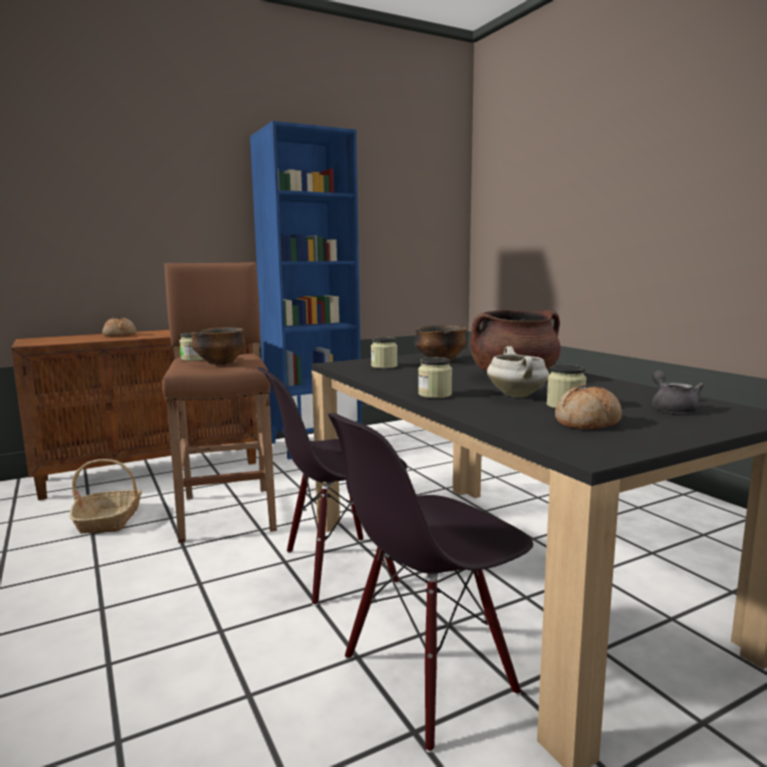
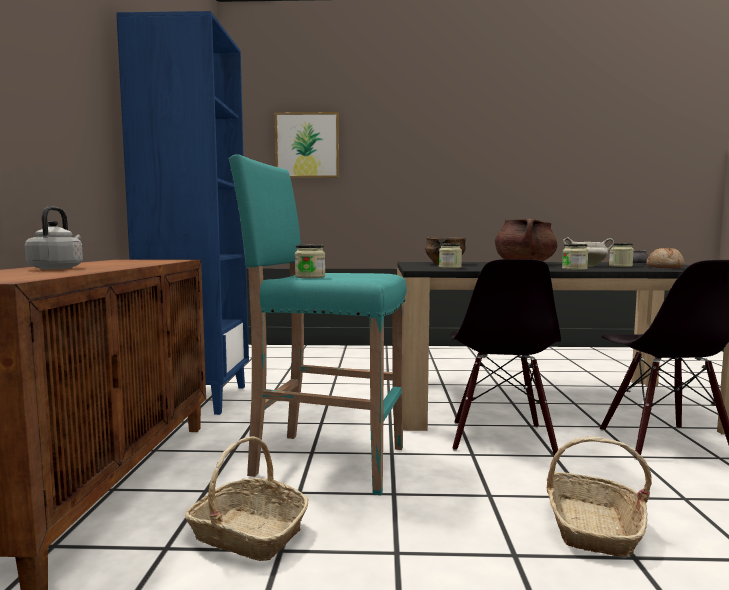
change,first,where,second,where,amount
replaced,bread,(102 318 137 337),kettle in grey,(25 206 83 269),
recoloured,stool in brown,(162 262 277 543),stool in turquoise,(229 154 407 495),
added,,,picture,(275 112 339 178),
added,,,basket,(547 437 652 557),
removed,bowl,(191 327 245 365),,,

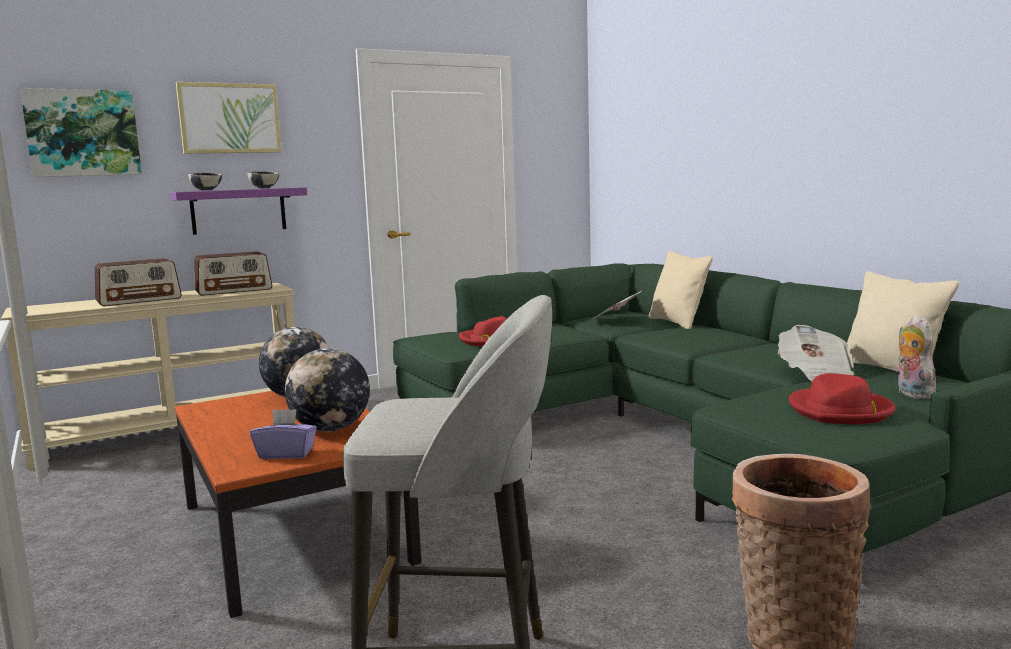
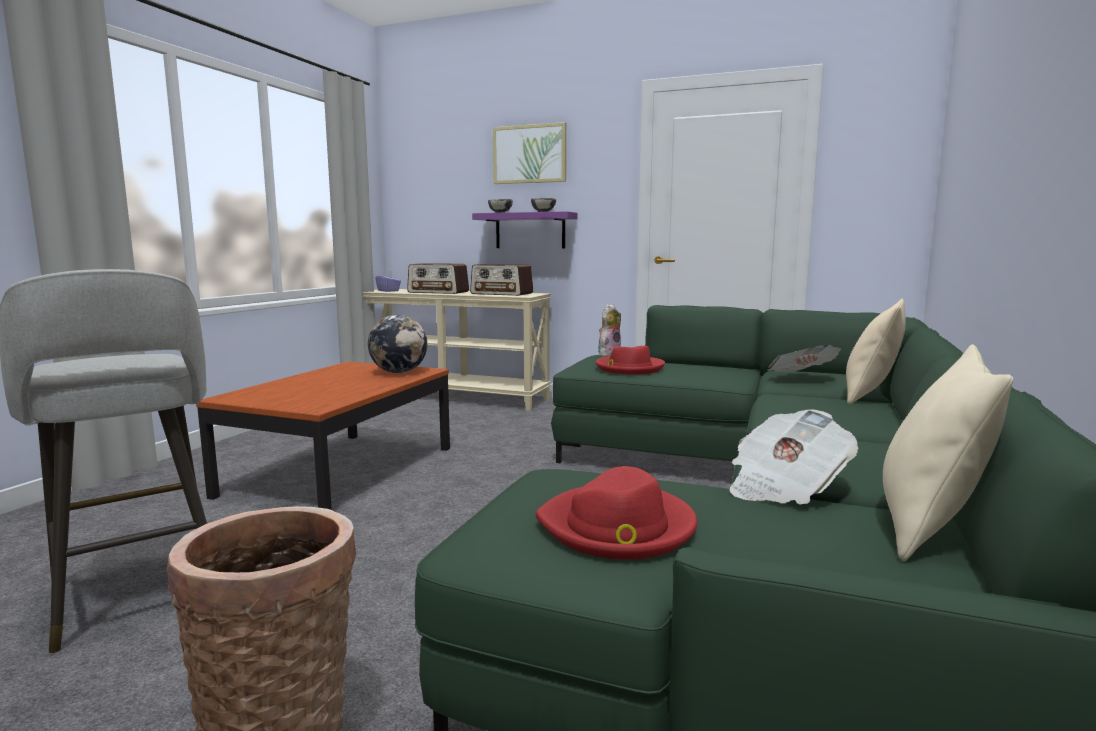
change,first,where,second,where,amount
moved,tissue box in purple,(250 409 317 459),,(375 270 401 292),
moved,plush toy,(898 316 936 400),,(598 304 621 356),
removed,picture,(20 88 142 177),,,
removed,globe,(285 348 370 432),,,

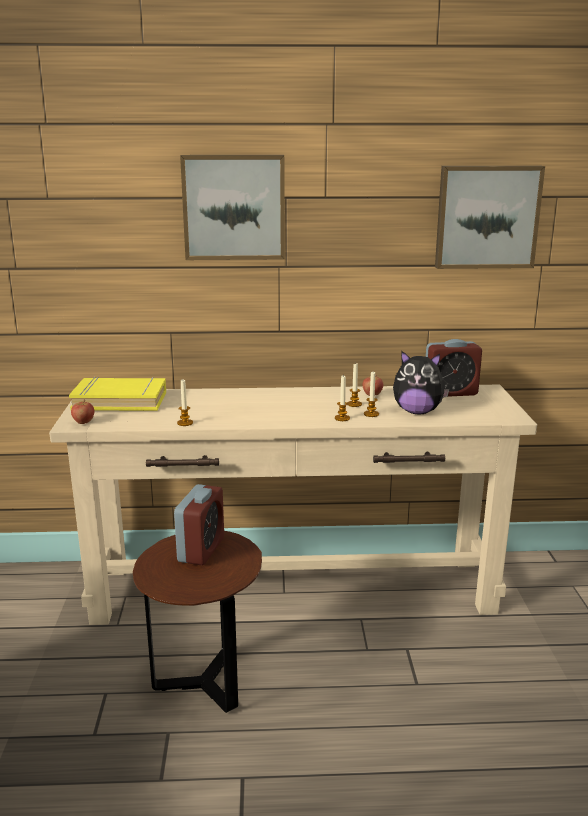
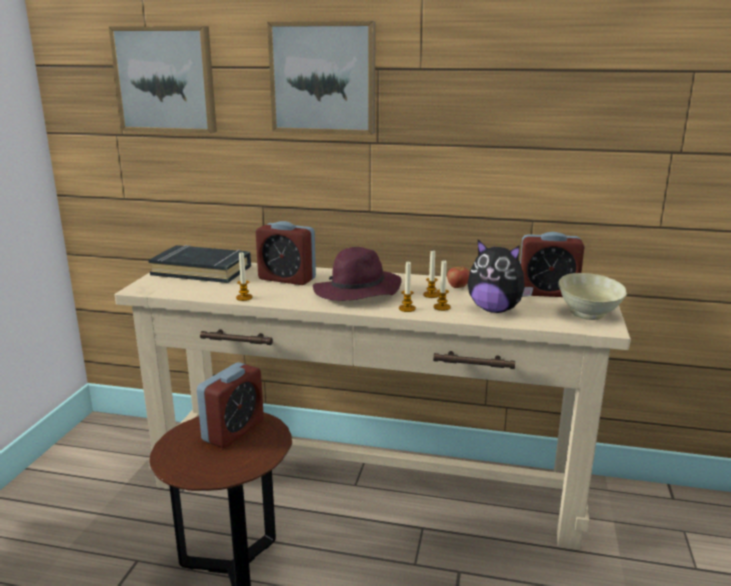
change,first,where,second,where,amount
moved,picture,(435 166 545 269),,(109 26 217 134),
recoloured,book in yellow,(69 377 166 411),book in black,(148 245 251 283),
added,,,alarm clock,(256 221 316 285),
added,,,hat in purple,(313 247 402 301),
added,,,bowl in beige,(559 273 627 320),
removed,apple,(71 400 94 424),,,

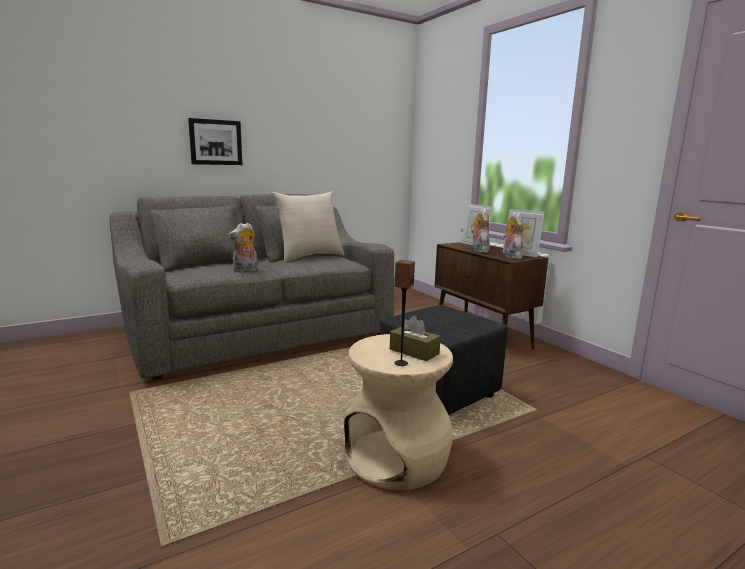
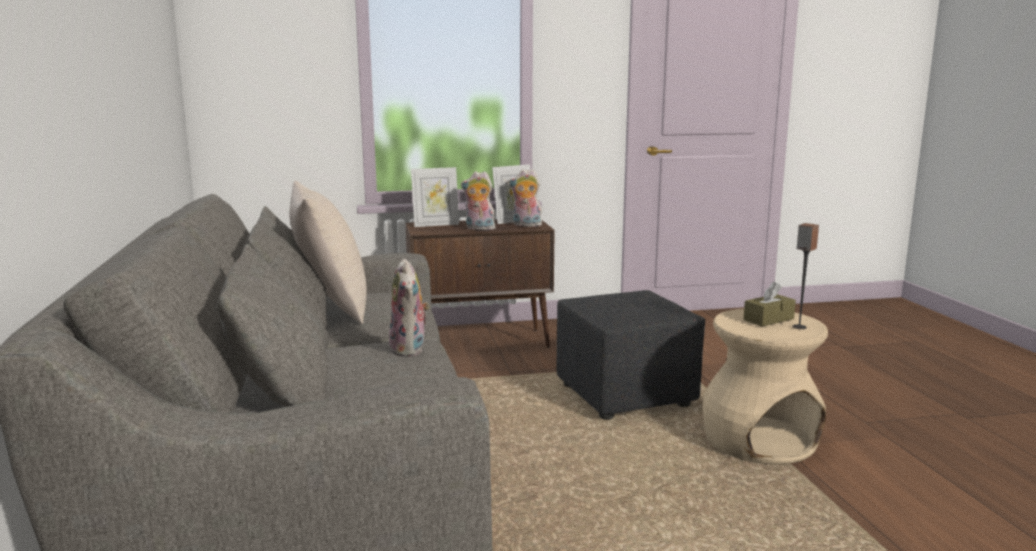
change,first,where,second,where,amount
removed,picture,(188 118 243 165),,,

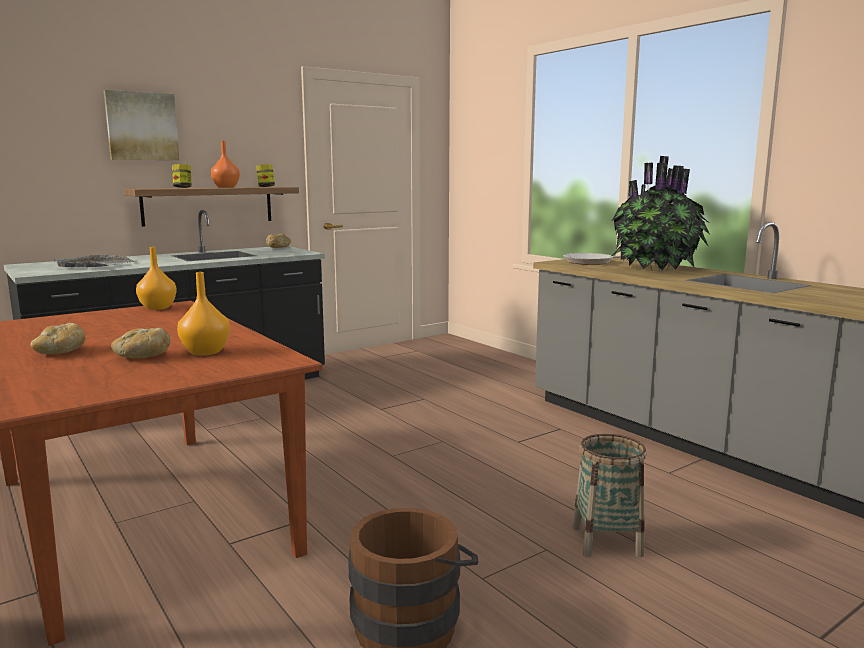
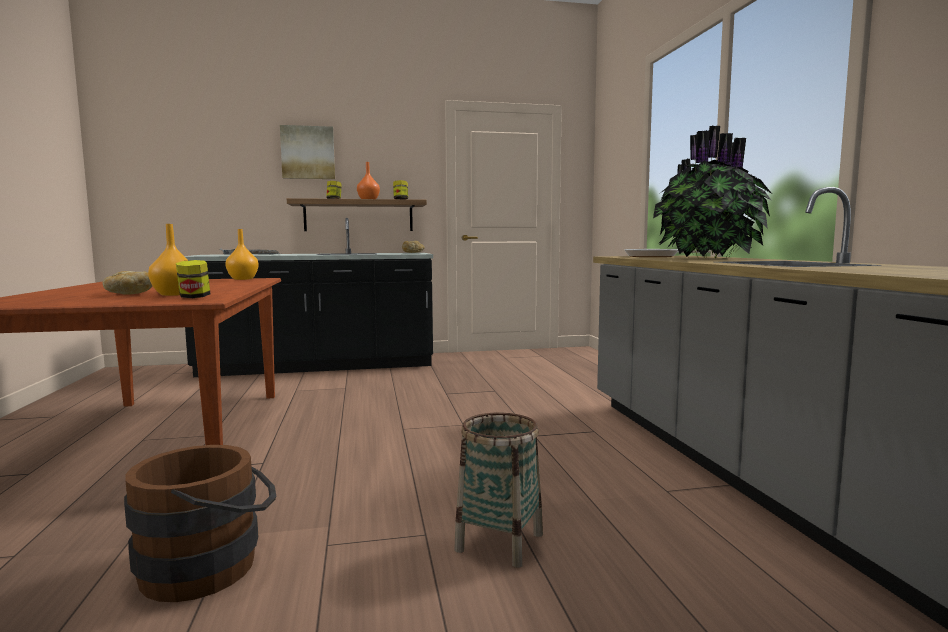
change,first,where,second,where,amount
added,,,jar,(176 260 210 298),
removed,bread,(30 323 86 354),,,

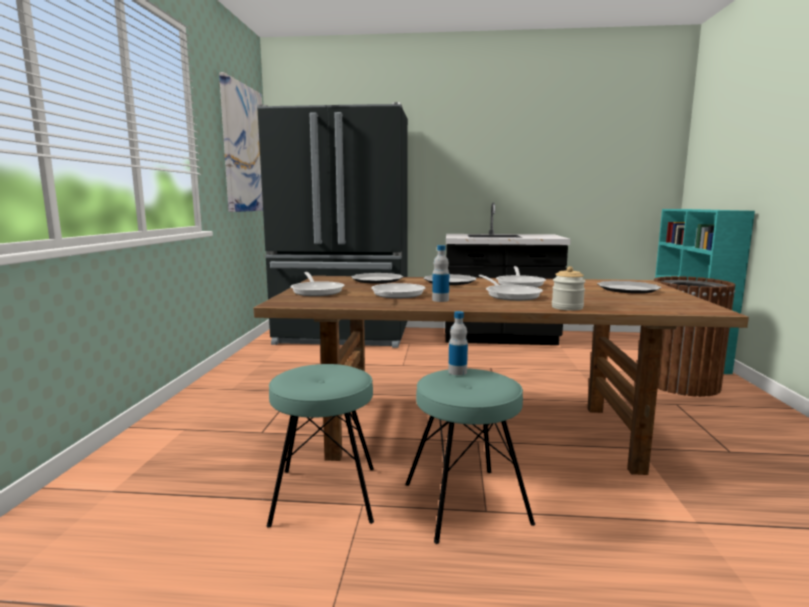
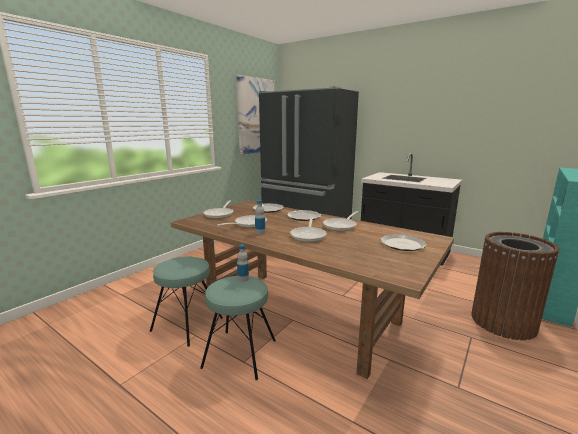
change,first,where,second,where,amount
removed,jar,(552 266 586 311),,,

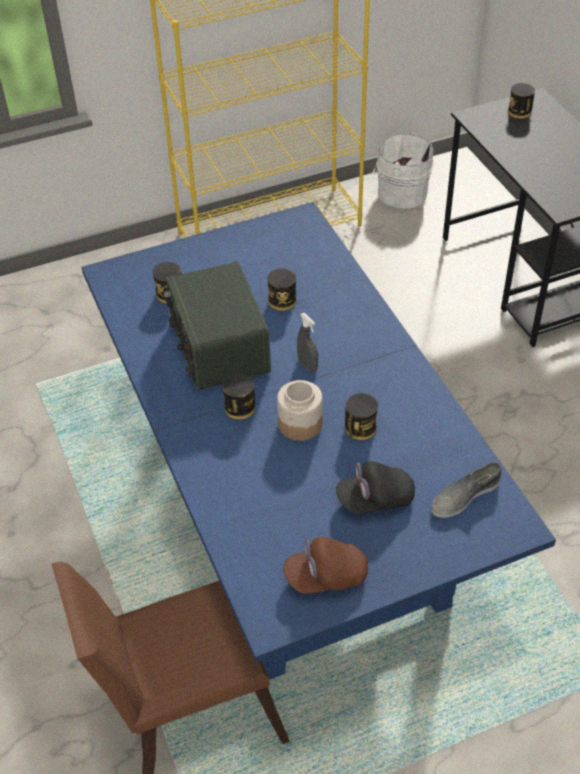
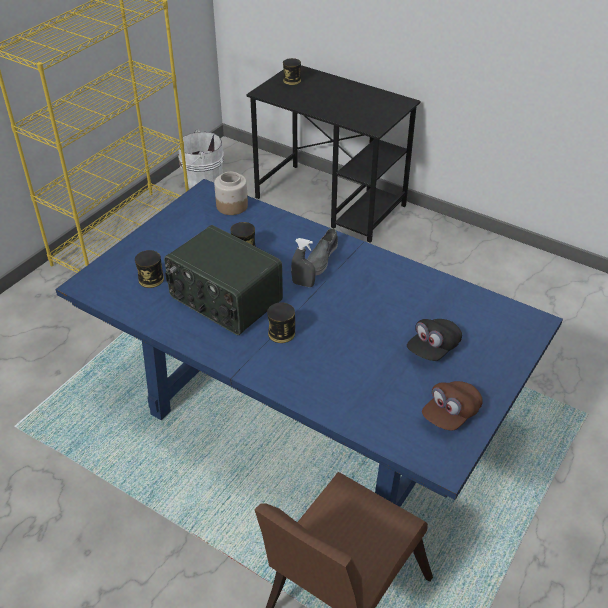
change,first,where,second,where,amount
moved,jar,(277 380 323 441),,(214 172 248 215),
moved,shoe in grey,(432 462 501 518),,(307 228 338 276),
removed,can,(345 393 378 441),,,

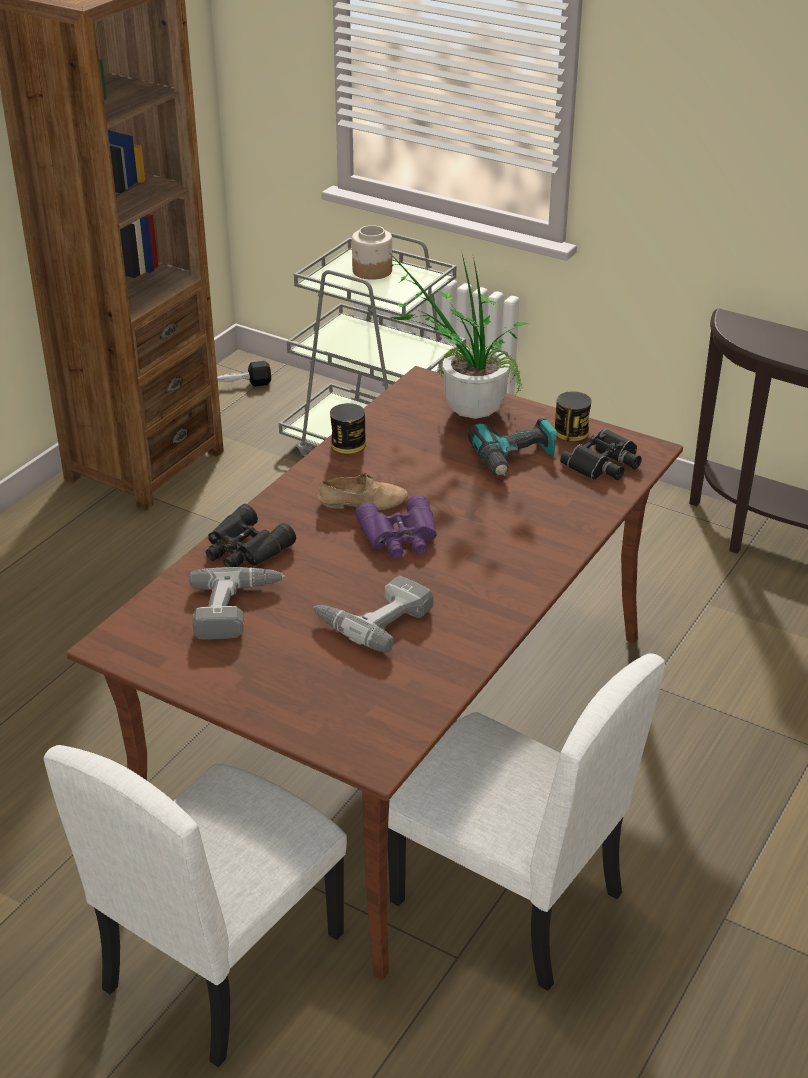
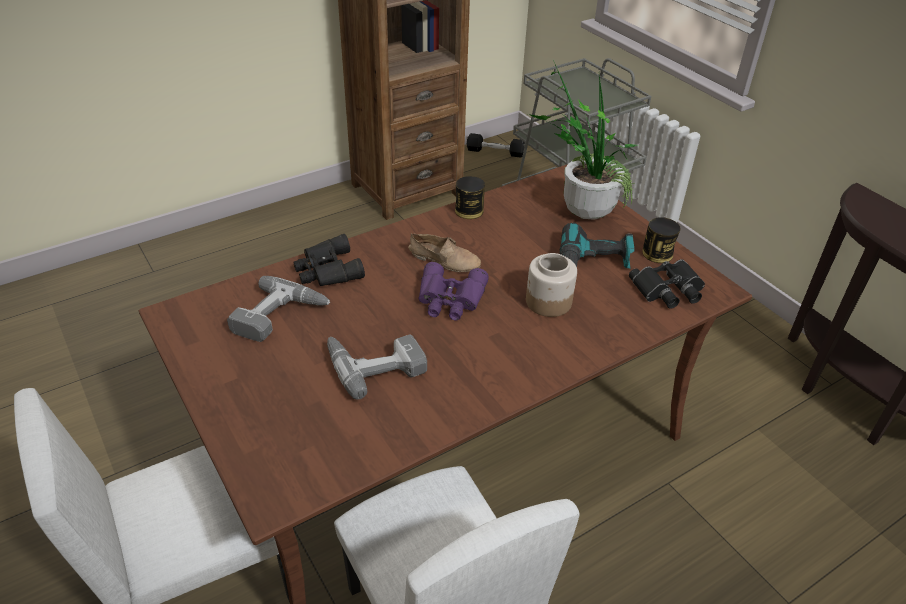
change,first,where,second,where,amount
moved,jar,(352 225 392 280),,(526 253 577 317),

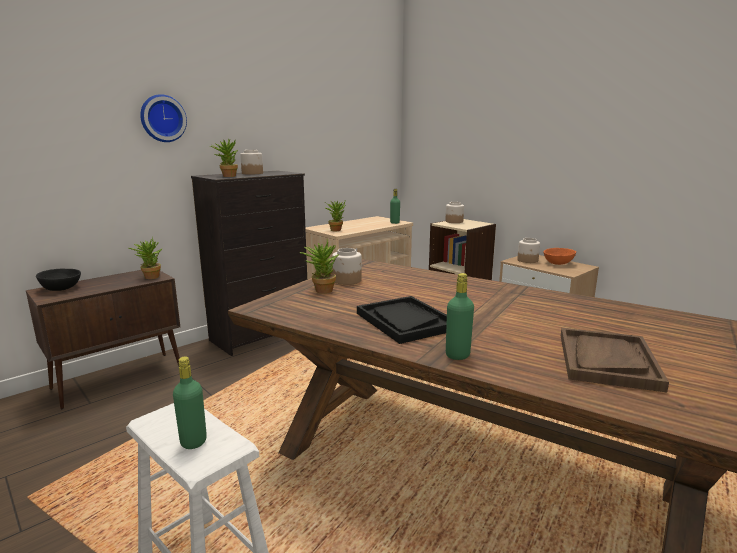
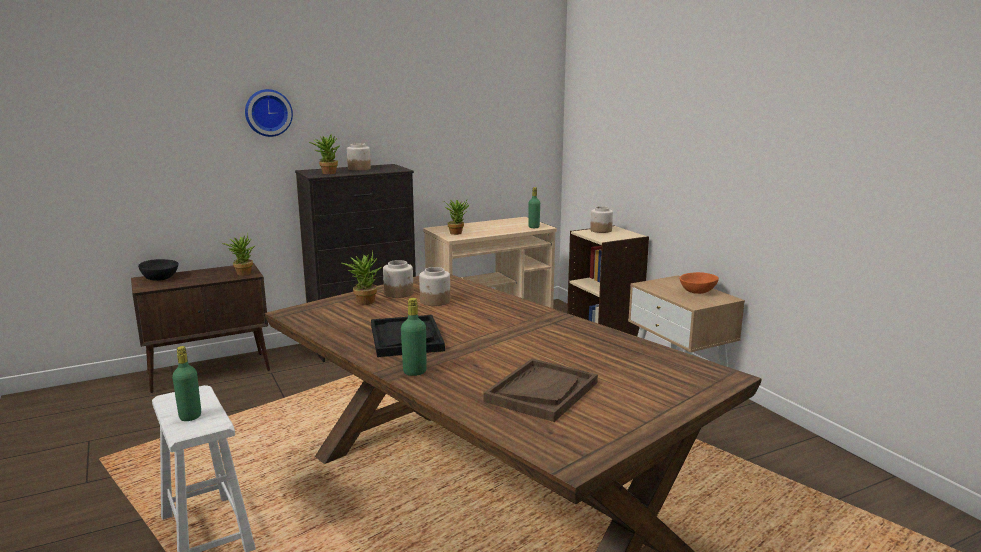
change,first,where,second,where,amount
moved,jar,(517 238 540 263),,(419 267 450 306),

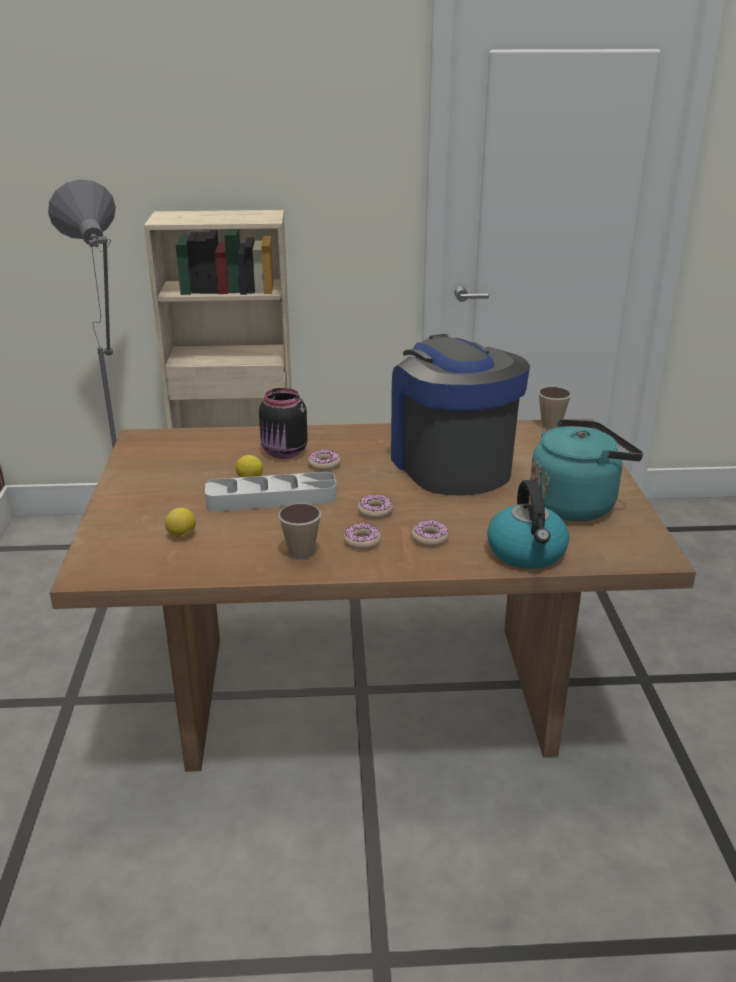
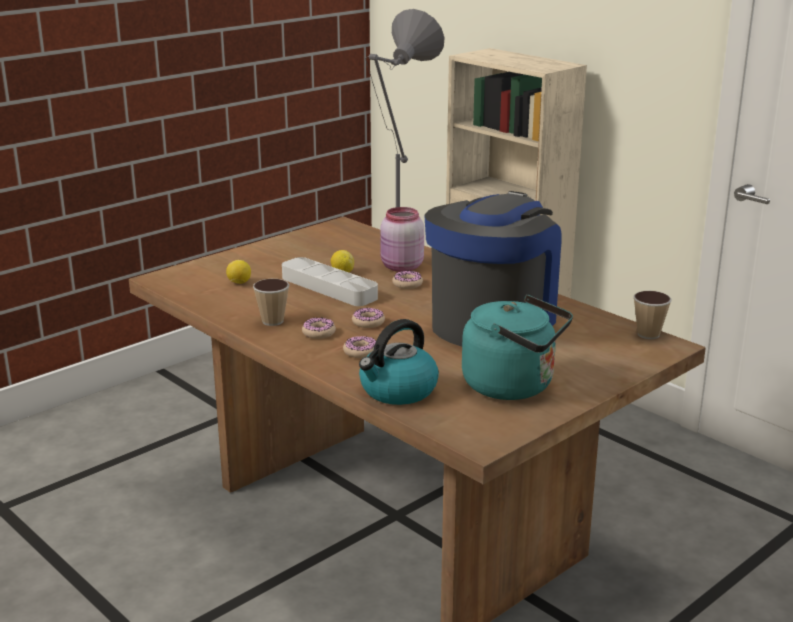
change,first,where,second,where,amount
recoloured,jar in black,(259 388 308 459),jar in pink,(380 207 424 272),

